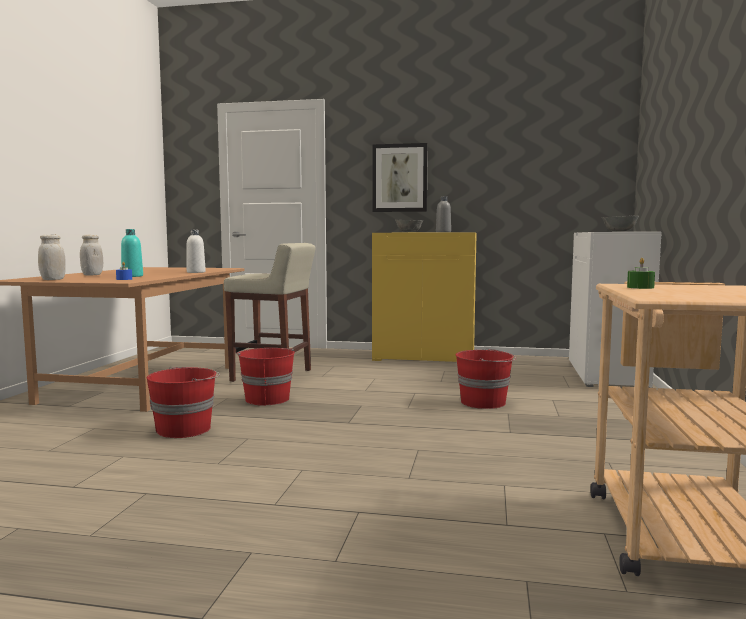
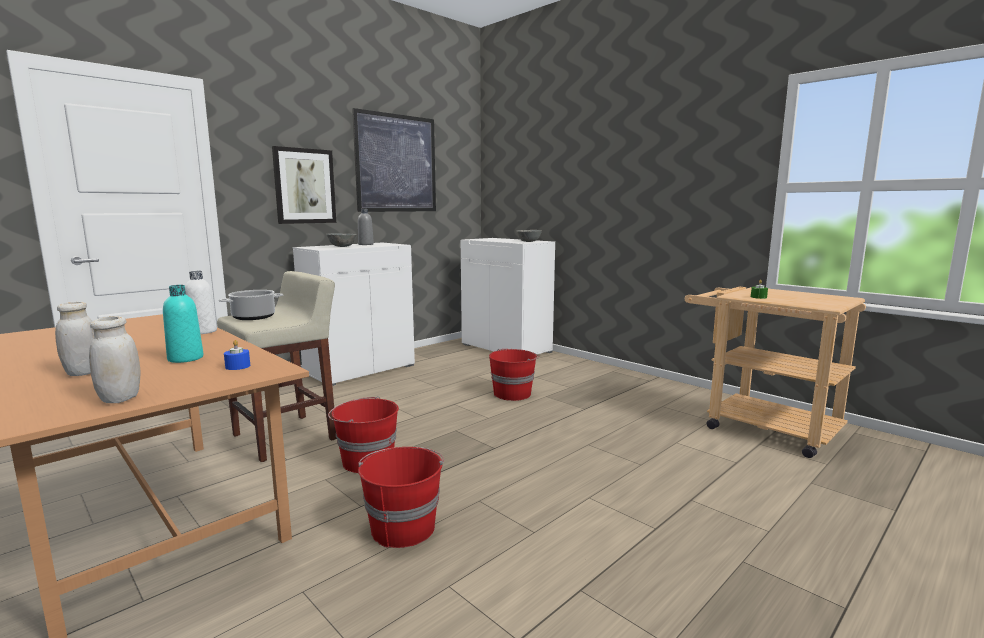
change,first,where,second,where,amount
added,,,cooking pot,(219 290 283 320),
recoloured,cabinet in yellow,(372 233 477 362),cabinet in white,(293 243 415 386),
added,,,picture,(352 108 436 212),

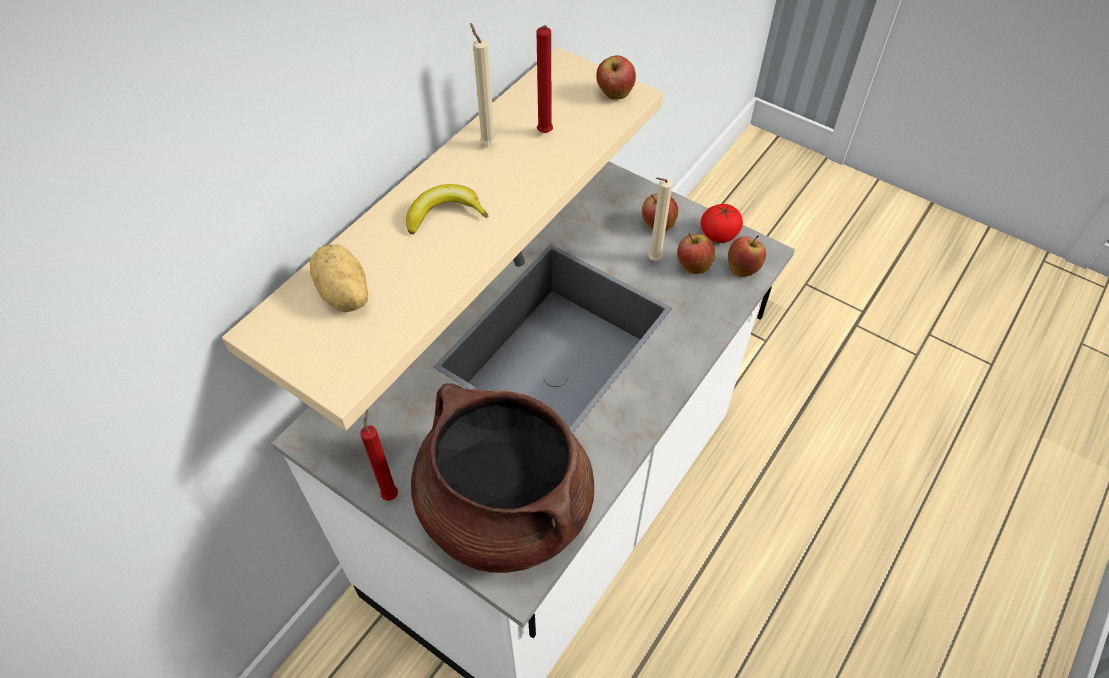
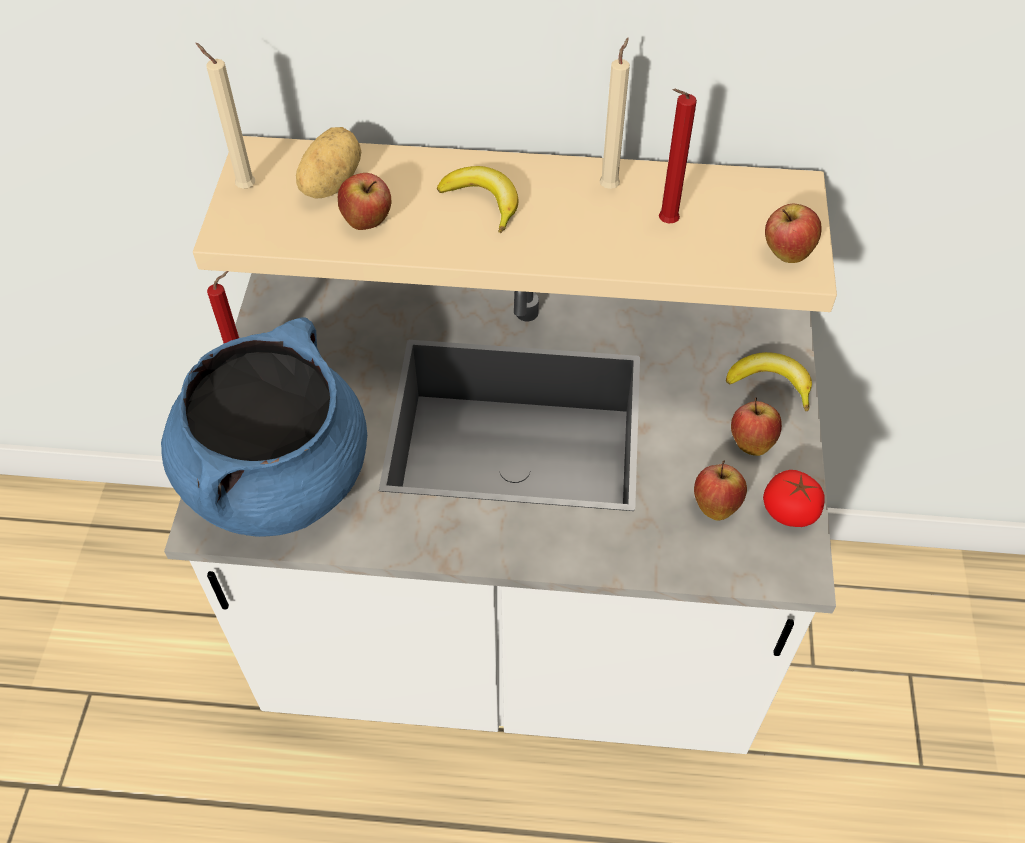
change,first,where,second,where,amount
recoloured,cooking pot in brown,(411 383 594 573),cooking pot in blue,(161 317 367 537),
moved,candle in beige,(648 177 673 261),,(196 43 255 189),
moved,apple,(728 236 766 277),,(338 173 391 230),
added,,,banana,(726 352 812 411),

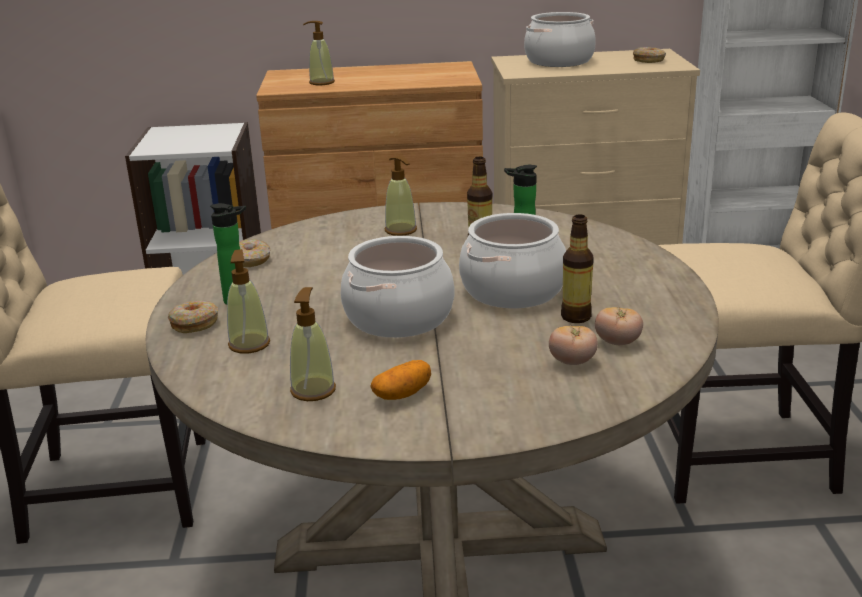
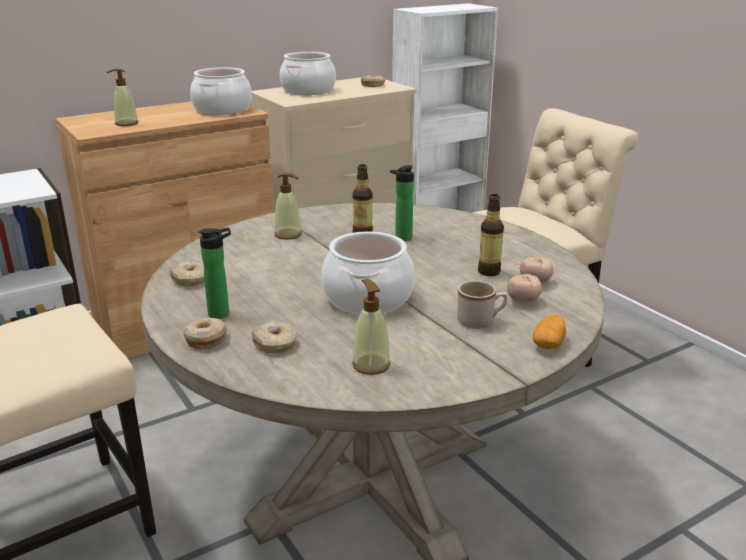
change,first,where,second,where,amount
moved,cooking pot,(459 213 566 308),,(190 67 252 115),
replaced,soap dispenser,(227 249 270 354),donut,(252 321 297 353),
added,,,mug in beige,(457 281 507 329),
moved,potato,(370 360 431 400),,(533 315 566 349),

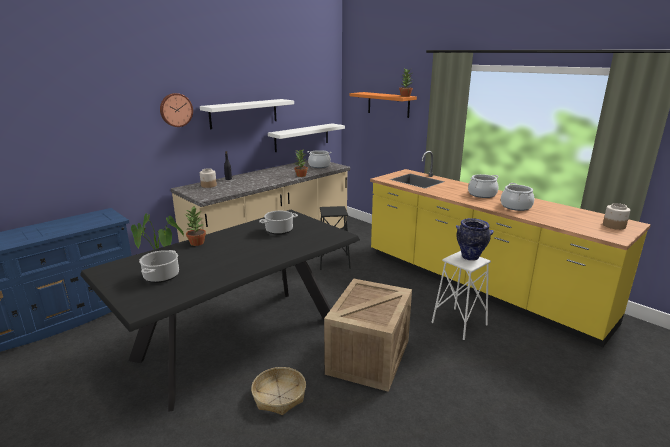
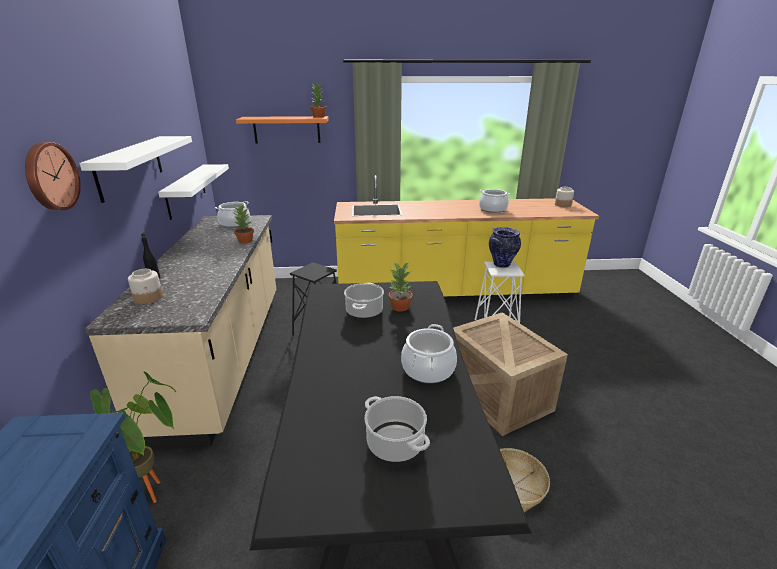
change,first,where,second,where,amount
moved,potted plant,(186 207 206 246),,(388 262 413 312),
moved,cooking pot,(468 174 499 198),,(401 324 457 383),

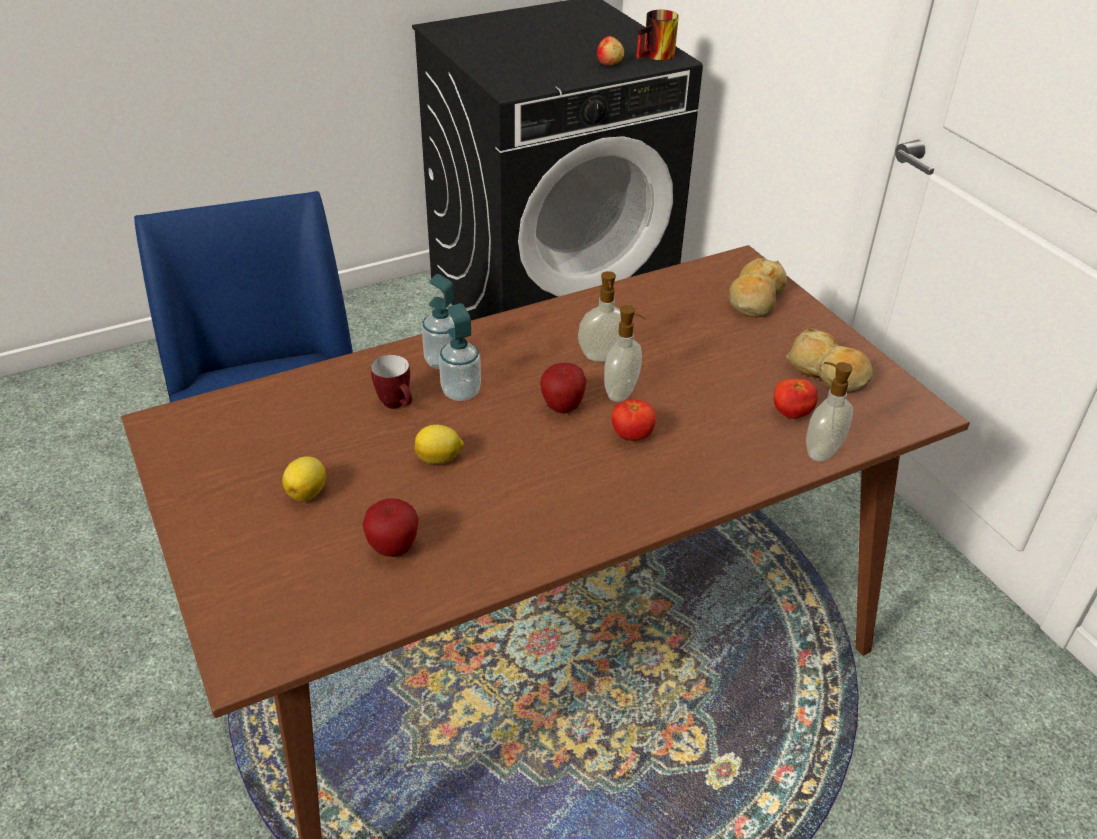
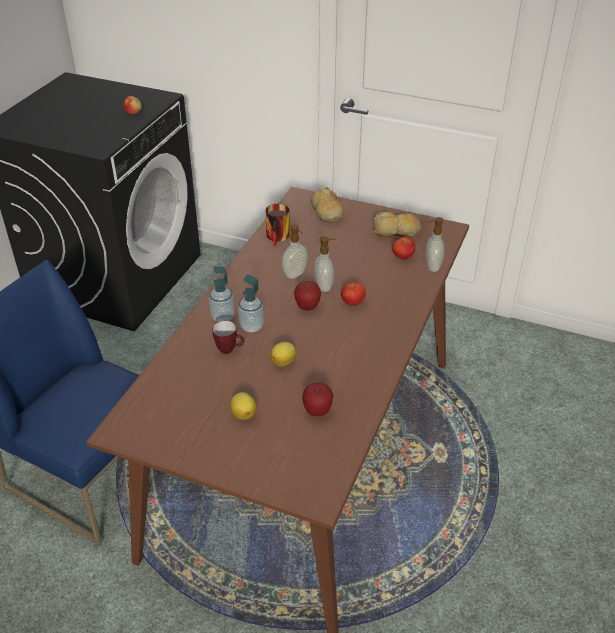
change,first,where,second,where,amount
moved,mug,(636 10 679 60),,(266 204 290 246),

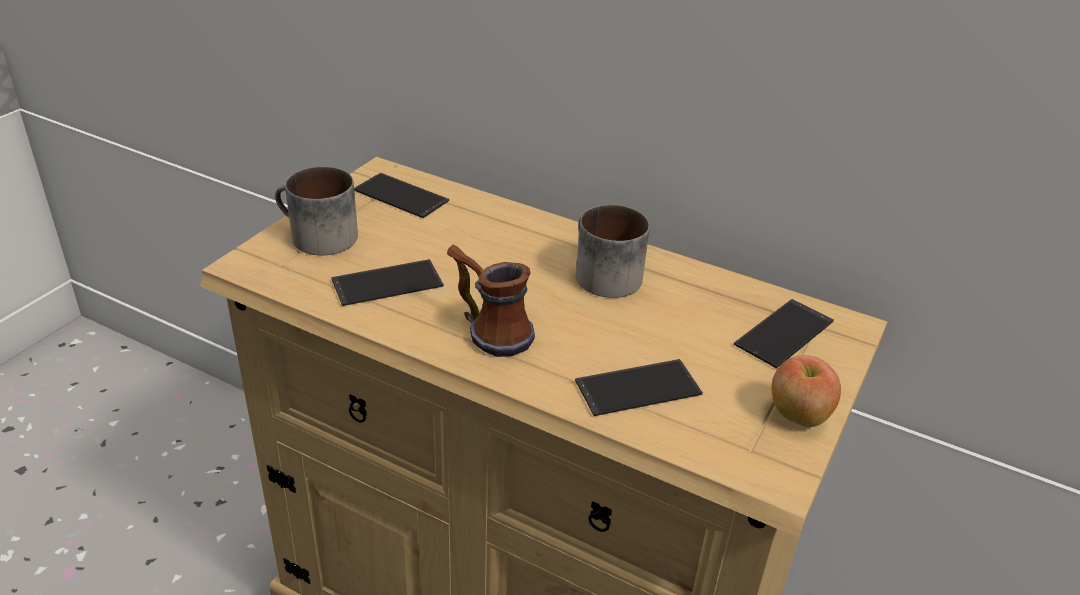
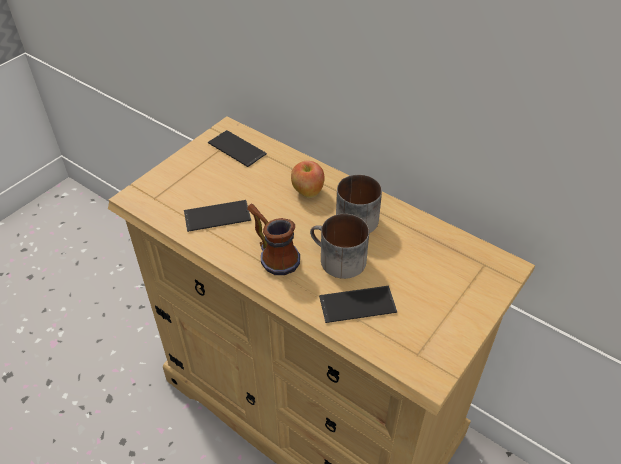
change,first,where,second,where,amount
moved,apple,(772 355 841 427),,(291 161 325 198),
moved,mug,(275 166 358 255),,(310 214 369 279),
removed,phone,(734 299 834 369),,,

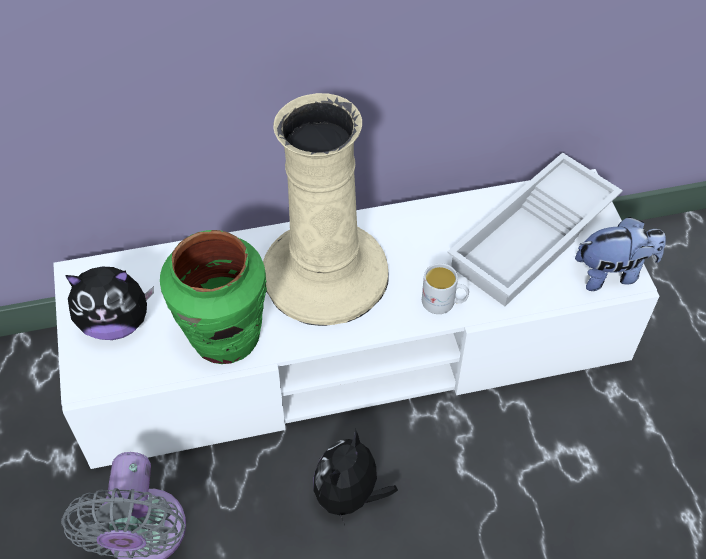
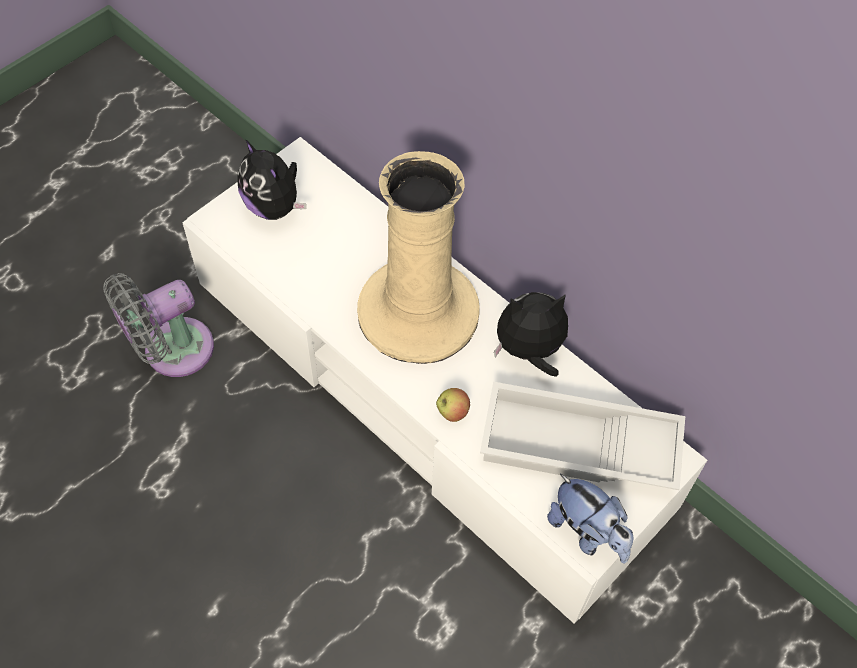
change,first,where,second,where,amount
replaced,mug in white,(422 263 469 314),apple,(436 388 470 422),
moved,plush toy,(314 429 398 525),,(494 292 568 377),
removed,vase in green,(160 230 267 364),,,

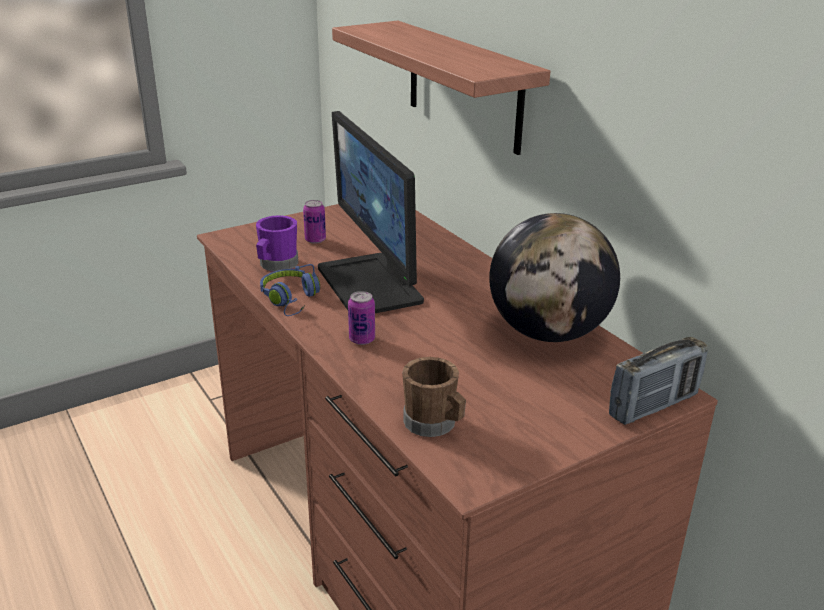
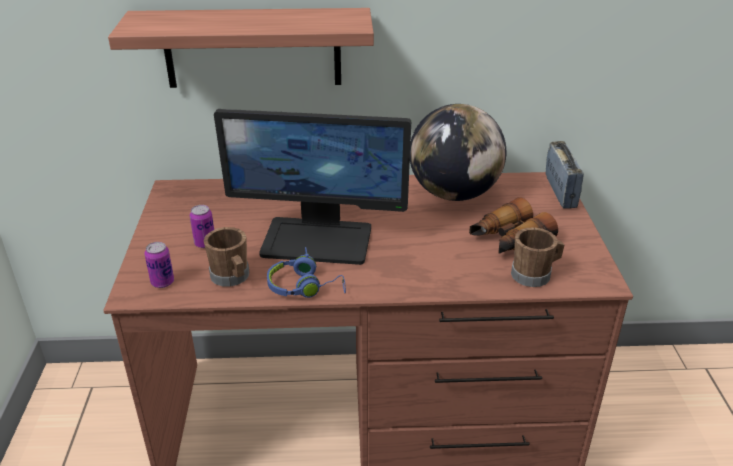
change,first,where,second,where,amount
moved,can,(348 291 375 345),,(145 242 174 288),
recoloured,mug in purple,(256 215 298 272),mug in brown,(204 227 249 287),
added,,,binoculars,(469 197 558 254),

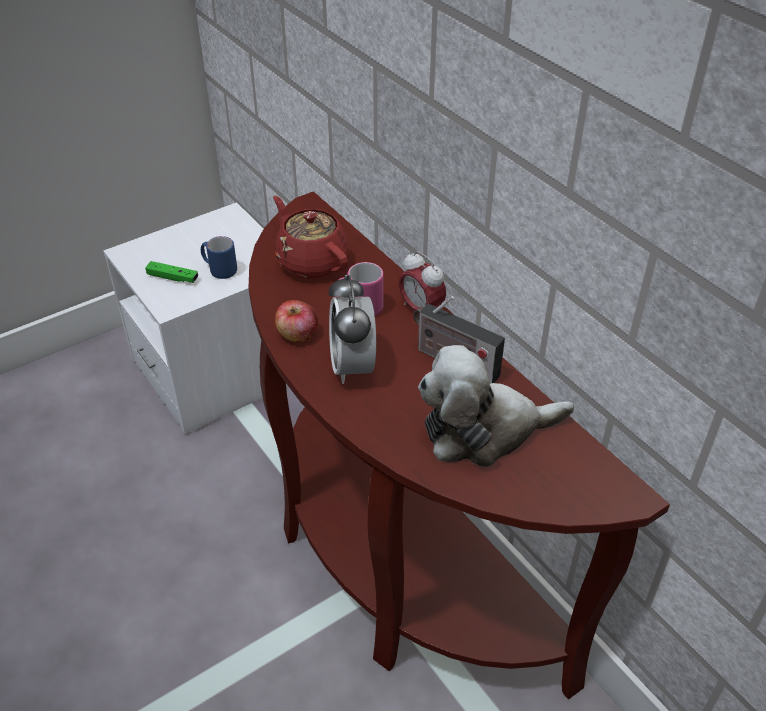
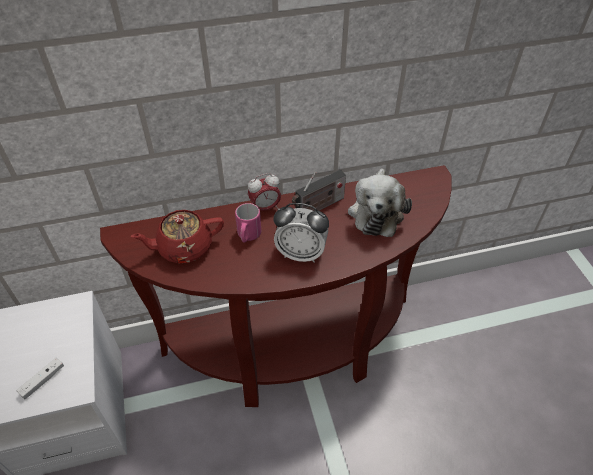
change,first,where,second,where,amount
recoloured,game controller in green,(145 261 198 283),game controller in white,(16 358 64 399),
removed,mug in blue,(201 236 237 279),,,
removed,apple,(275 300 318 343),,,

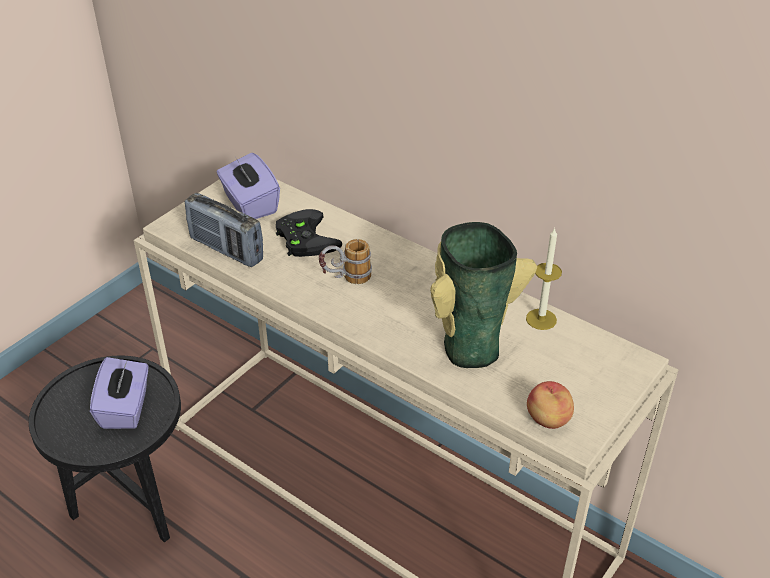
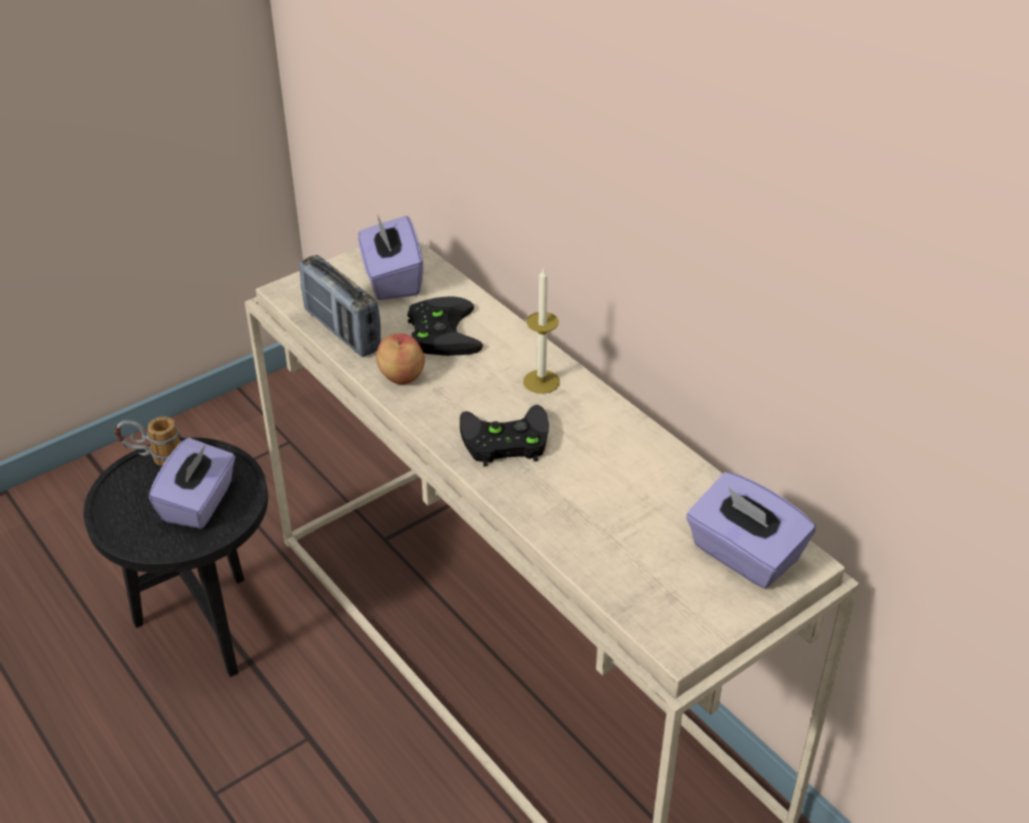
change,first,where,second,where,amount
moved,mug,(319 239 372 284),,(114 417 182 466),
moved,apple,(527 381 574 429),,(376 333 425 385),
added,,,game controller in black,(460 405 549 466),
moved,candle,(526 228 562 330),,(523 267 560 394),
added,,,tissue box in purple,(686 472 816 589),
removed,vase,(430 222 537 368),,,

